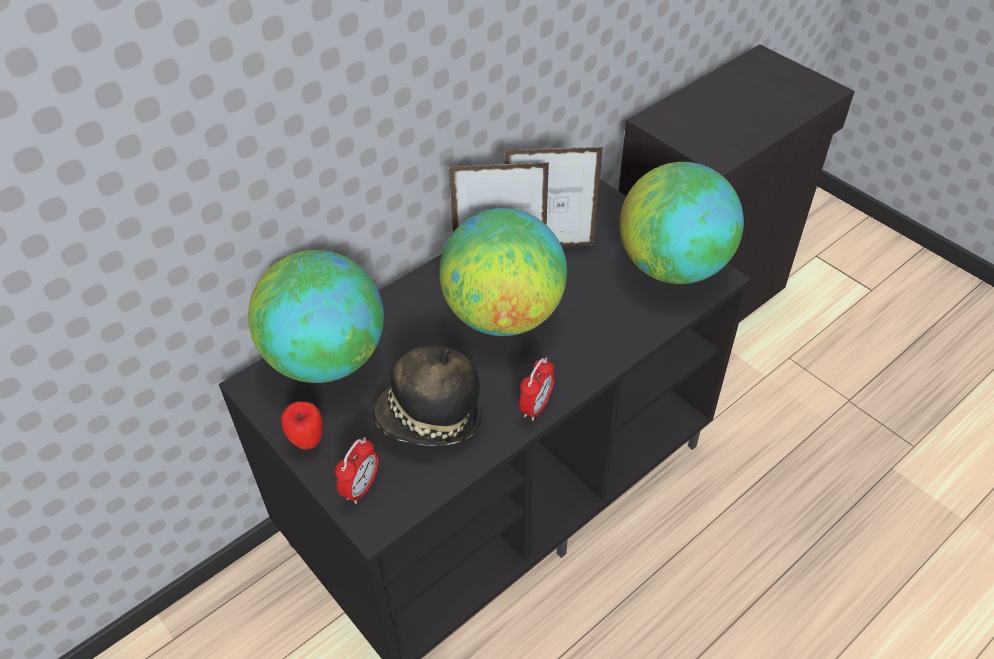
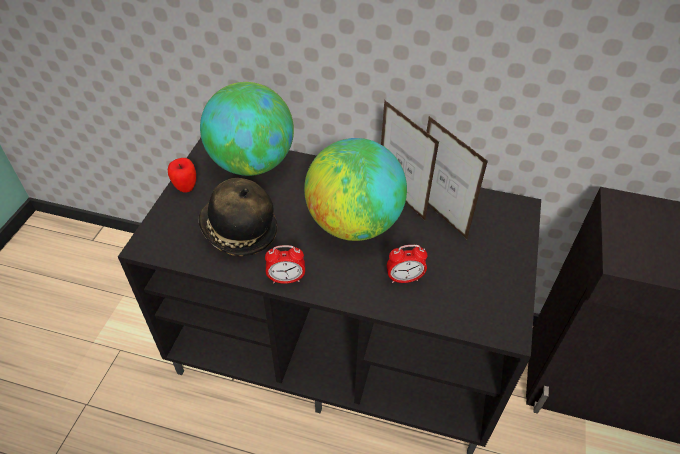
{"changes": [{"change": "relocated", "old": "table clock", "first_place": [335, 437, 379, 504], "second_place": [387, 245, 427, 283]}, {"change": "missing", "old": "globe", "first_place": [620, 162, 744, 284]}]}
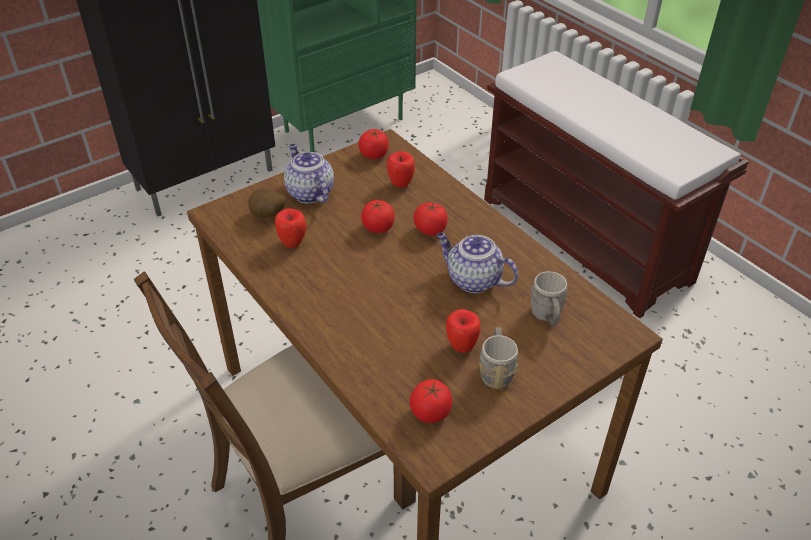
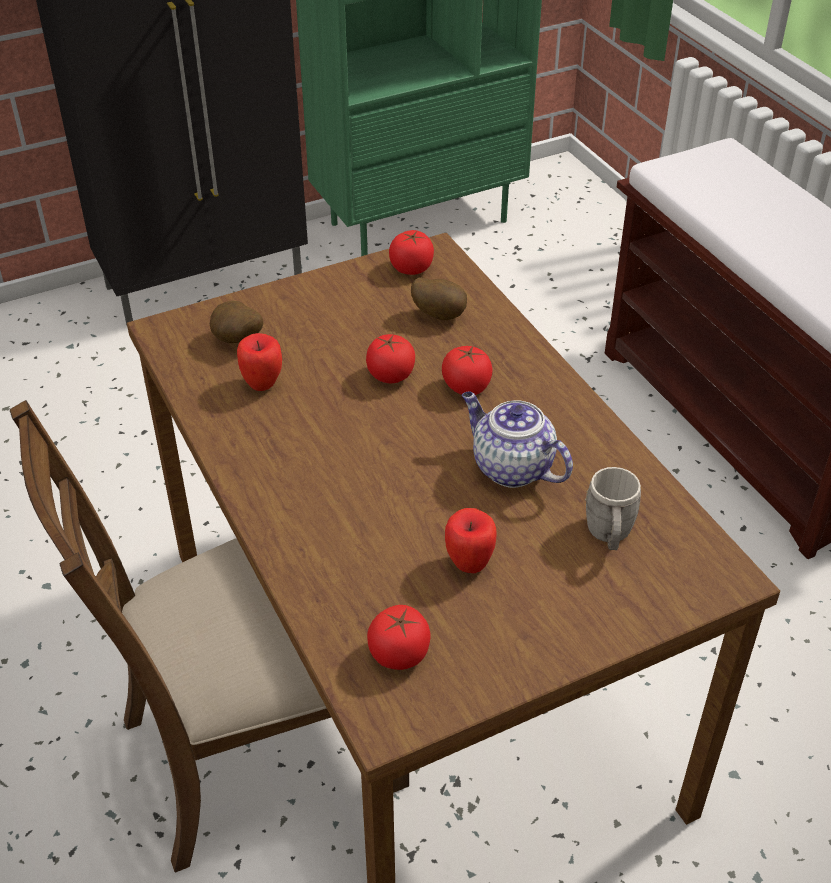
{"changes": [{"change": "missing", "old": "pot for tea", "first_place": [284, 144, 334, 203]}, {"change": "exchanged", "old": "apple fruit", "new": "whole potato", "first_place": [387, 151, 415, 188], "second_place": [411, 277, 467, 320]}, {"change": "missing", "old": "greyish tea mug", "first_place": [479, 327, 518, 389]}]}
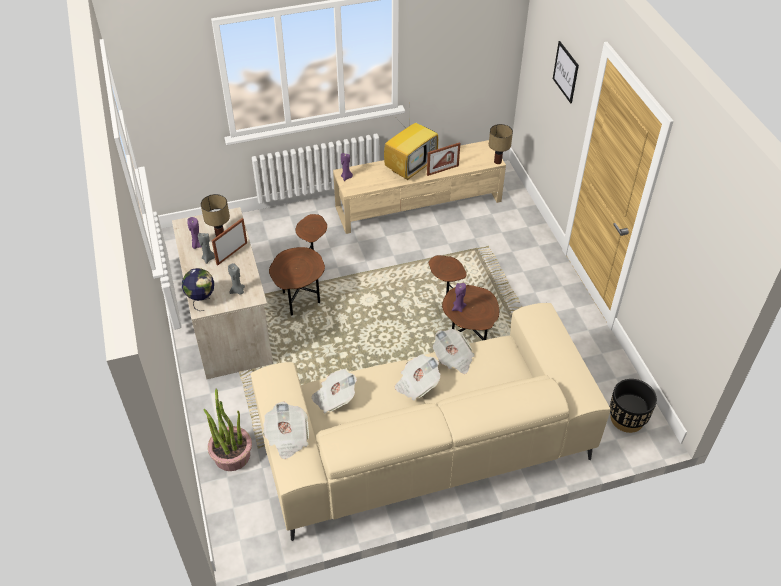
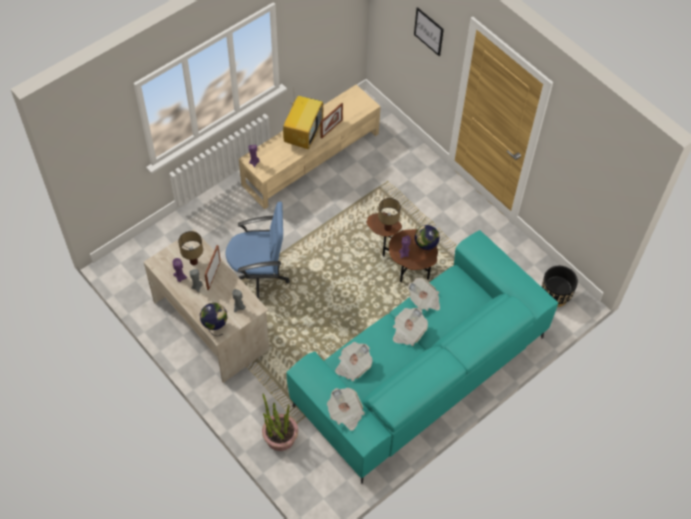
{"changes": [{"change": "colour", "old": "sand-coloured couch", "new": "turquoise couch", "first_place": [251, 303, 611, 541], "second_place": [287, 230, 558, 484]}, {"change": "exchanged", "old": "brown side table", "new": "bluish computer chair", "first_place": [269, 214, 327, 316], "second_place": [225, 202, 290, 300]}, {"change": "relocated", "old": "lamp for a table", "first_place": [489, 124, 513, 164], "second_place": [378, 198, 401, 231]}, {"change": "appeared", "new": "globe", "second_place": [415, 225, 440, 253]}]}
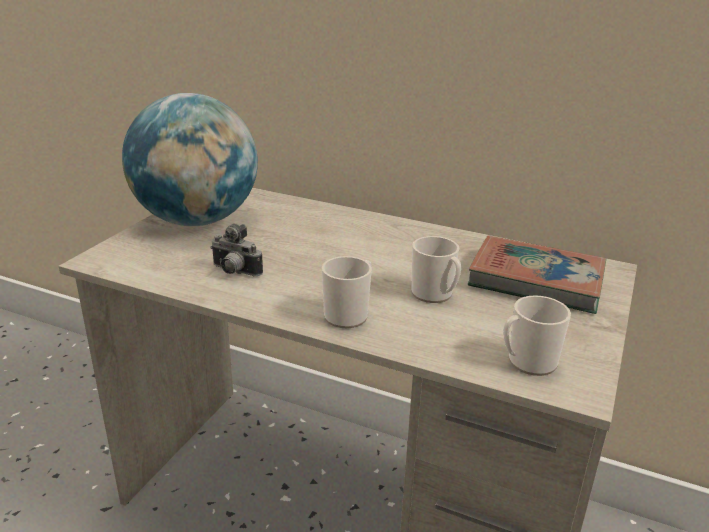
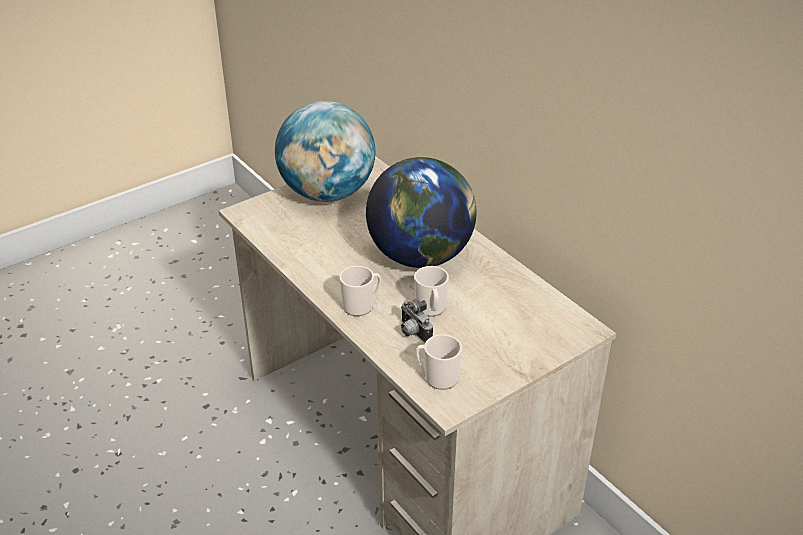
{"changes": [{"change": "relocated", "old": "still camera", "first_place": [210, 224, 263, 276], "second_place": [401, 299, 433, 343]}, {"change": "missing", "old": "book", "first_place": [468, 235, 607, 314]}, {"change": "appeared", "new": "globe", "second_place": [366, 157, 476, 268]}]}
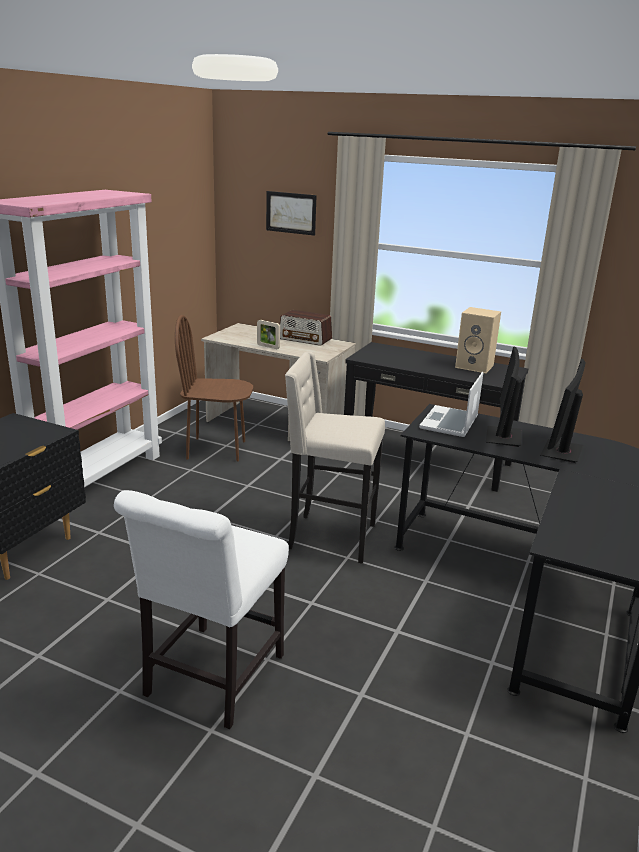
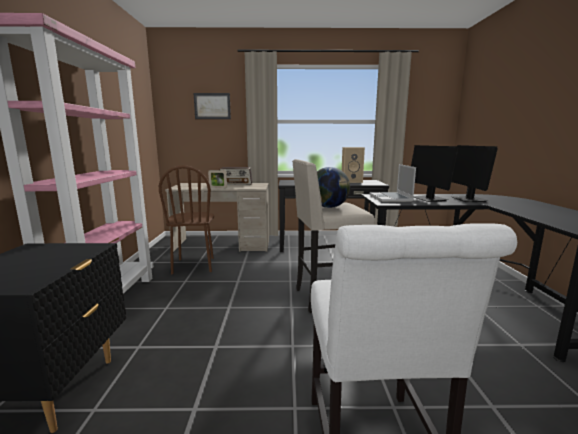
{"changes": [{"change": "spun", "old": "brown plain chair", "first_place": [175, 315, 253, 461], "second_place": [159, 165, 214, 274], "degrees": -75}, {"change": "appeared", "new": "globe", "second_place": [317, 167, 350, 208]}]}
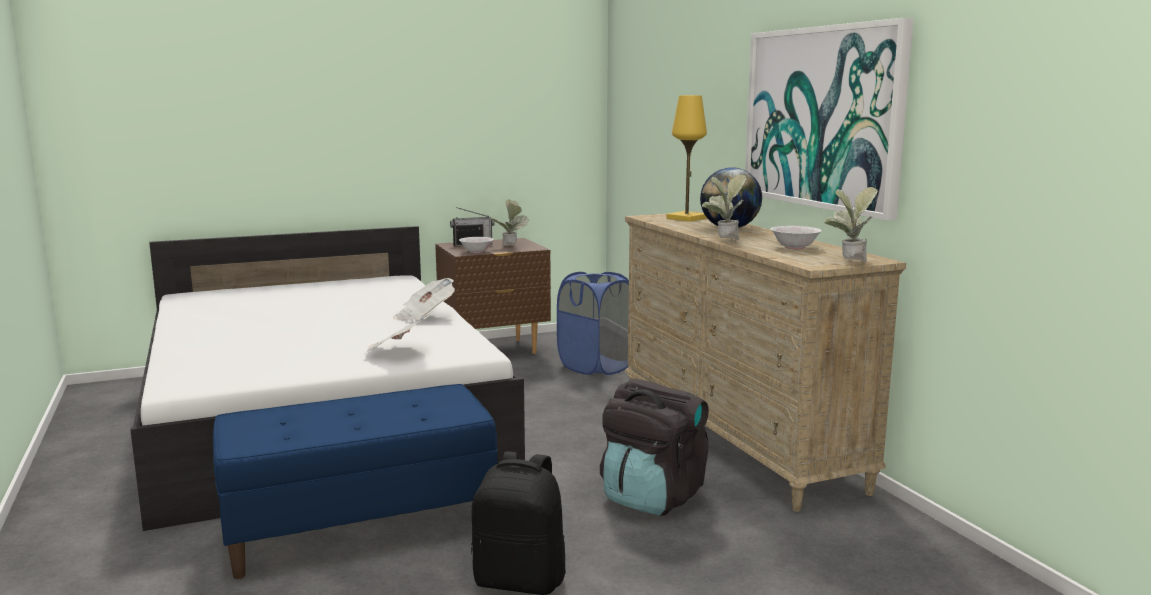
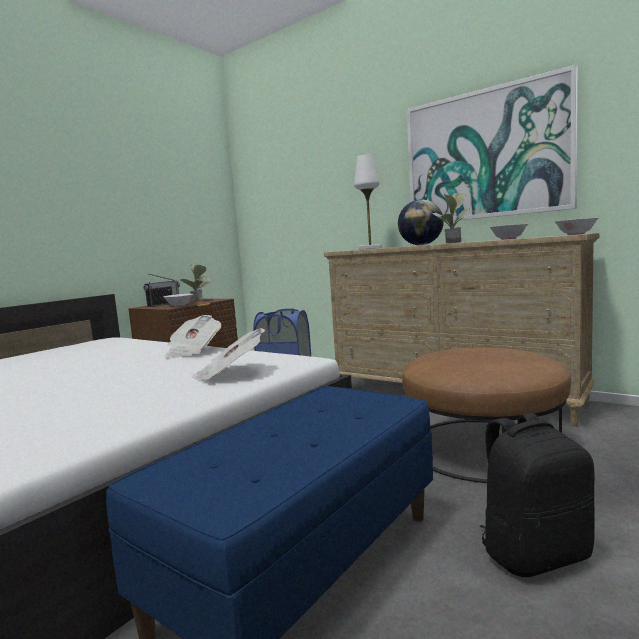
{"changes": [{"change": "exchanged", "old": "black-coloured rucksack", "new": "brown footrest", "first_place": [600, 379, 709, 516], "second_place": [402, 347, 571, 483]}, {"change": "colour", "old": "yellow lamp for a table", "new": "whitish lamp for a table", "first_place": [667, 95, 707, 222], "second_place": [354, 155, 382, 250]}, {"change": "exchanged", "old": "houseplant", "new": "whitish bowl", "first_place": [824, 187, 878, 263], "second_place": [554, 218, 599, 235]}]}
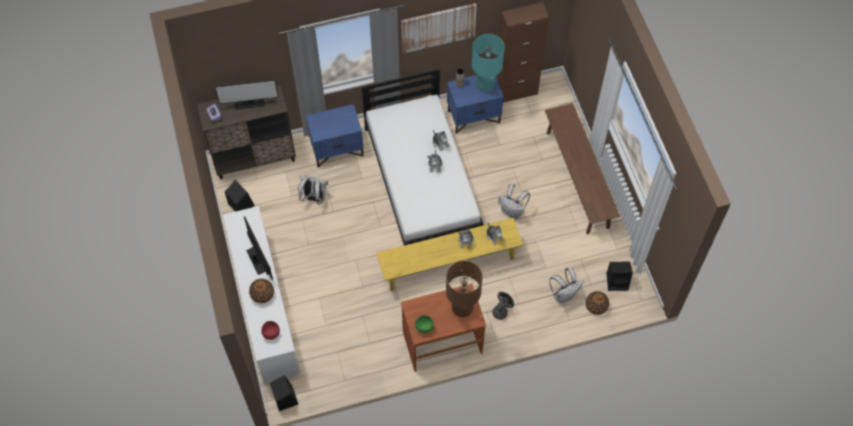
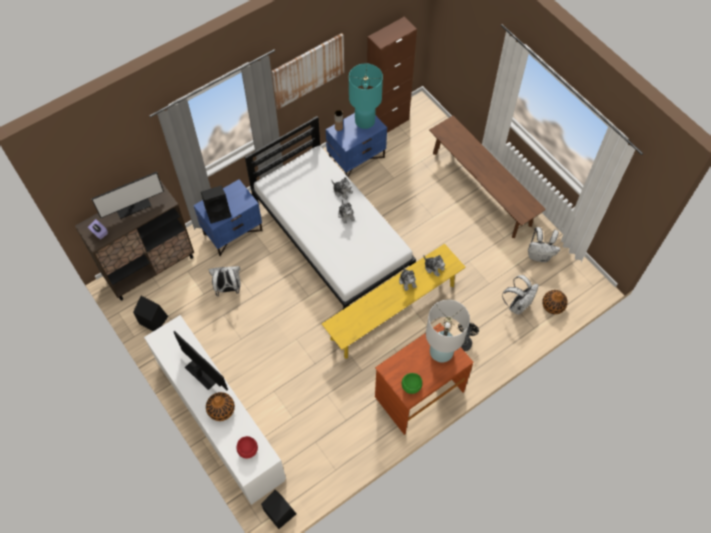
{"changes": [{"change": "colour", "old": "brown lamp for a table", "new": "whitish lamp for a table", "first_place": [446, 261, 483, 317], "second_place": [426, 300, 470, 363]}, {"change": "relocated", "old": "whitish rucksack", "first_place": [498, 184, 530, 219], "second_place": [528, 227, 560, 262]}, {"change": "relocated", "old": "black-coloured loudspeaker", "first_place": [606, 262, 633, 291], "second_place": [201, 186, 231, 223]}]}
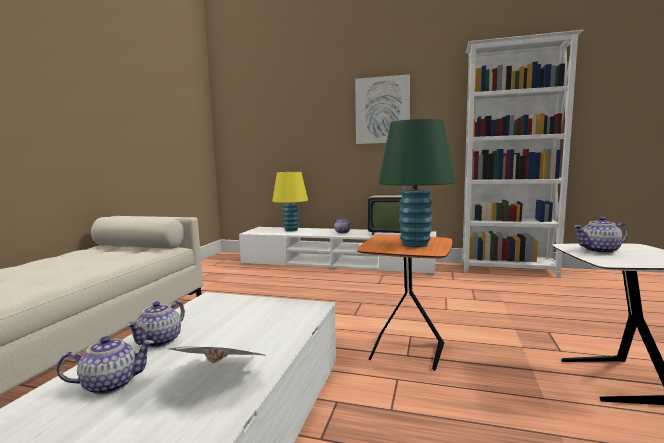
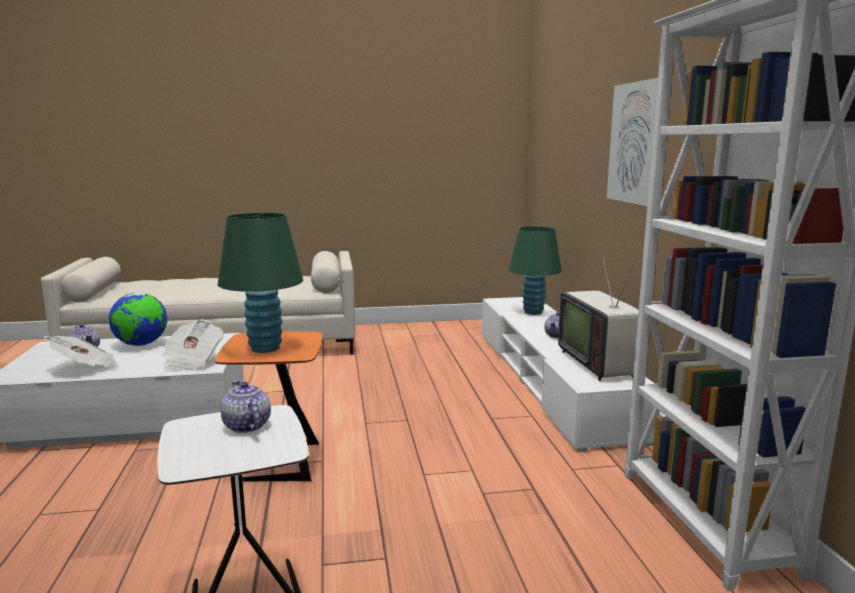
{"changes": [{"change": "exchanged", "old": "pot for tea", "new": "globe", "first_place": [126, 301, 185, 348], "second_place": [109, 292, 167, 346]}, {"change": "colour", "old": "yellow lamp for a table", "new": "greenish lamp for a table", "first_place": [272, 172, 308, 232], "second_place": [509, 226, 562, 315]}, {"change": "appeared", "new": "newspaper", "second_place": [162, 319, 224, 372]}]}
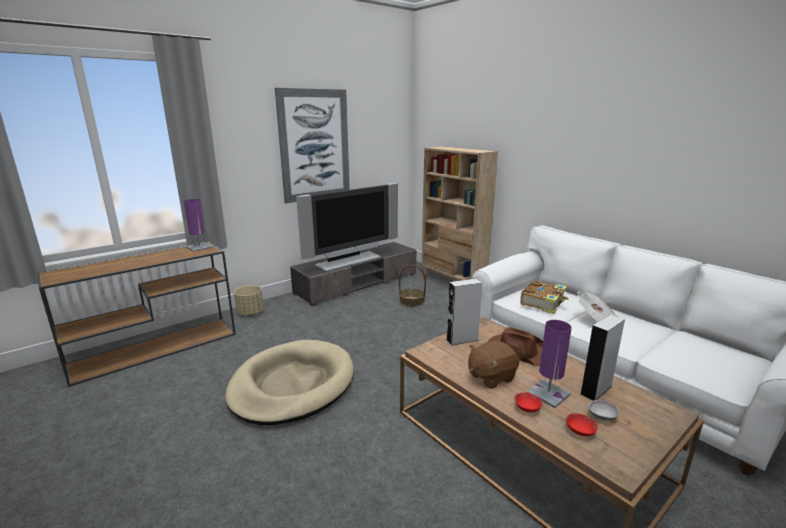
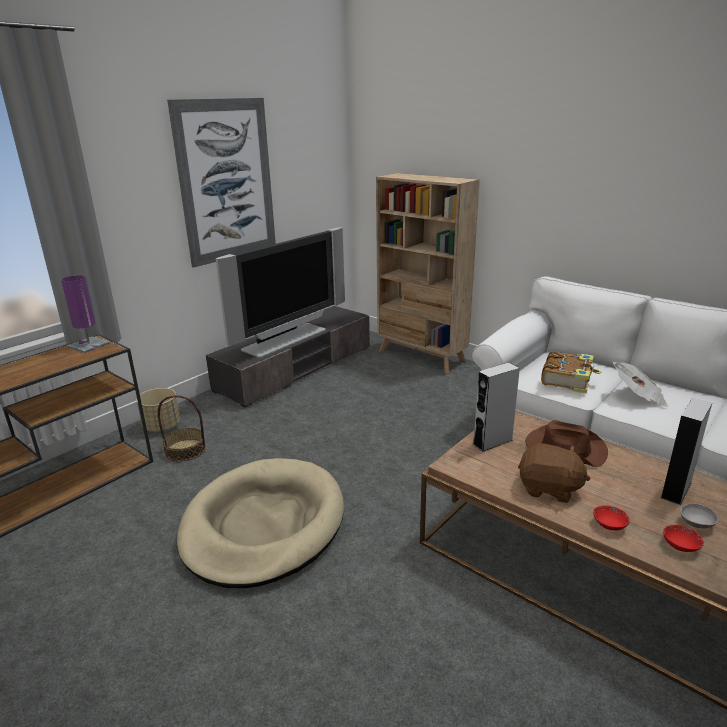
{"changes": [{"change": "relocated", "old": "basket", "first_place": [399, 265, 426, 307], "second_place": [158, 395, 206, 462]}, {"change": "spun", "old": "brown cuddly toy", "first_place": [468, 340, 519, 389], "second_place": [518, 443, 591, 503], "degrees": -120}, {"change": "missing", "old": "purple lamp for a table", "first_place": [527, 320, 572, 408]}]}
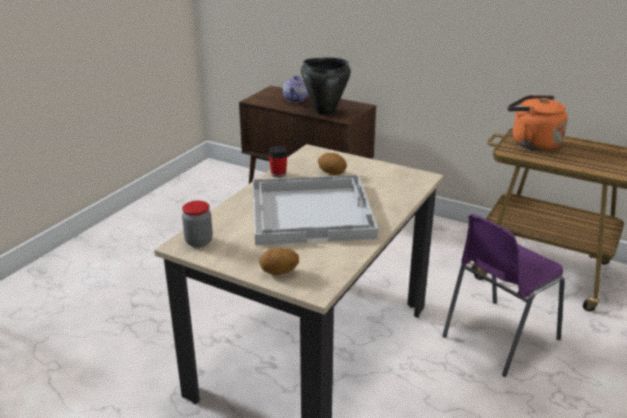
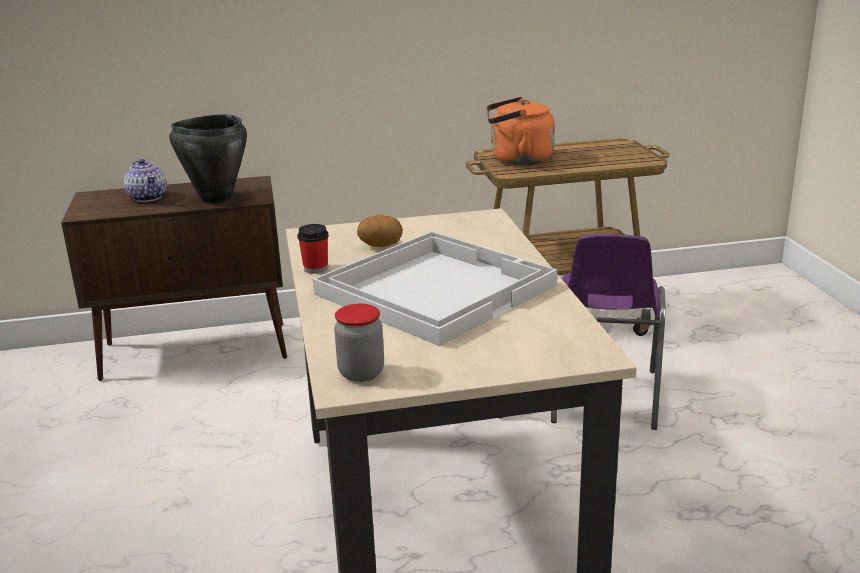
{"changes": [{"change": "missing", "old": "whole potato", "first_place": [259, 248, 299, 275]}]}
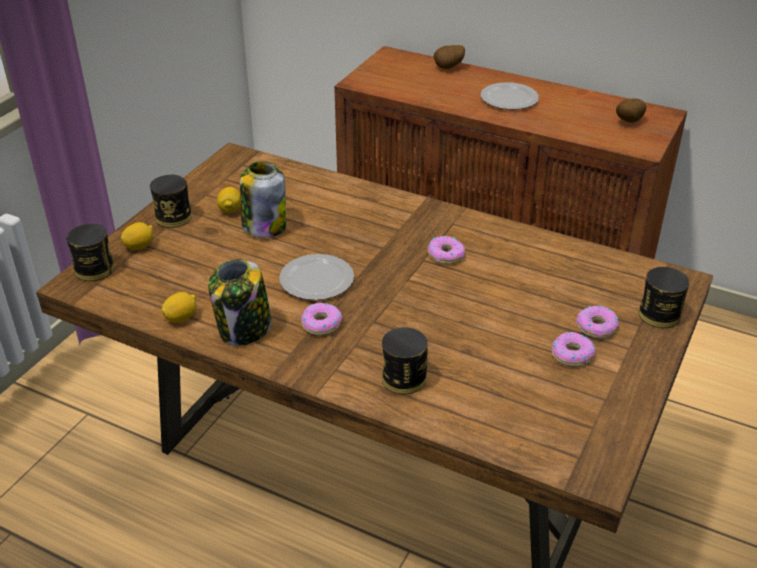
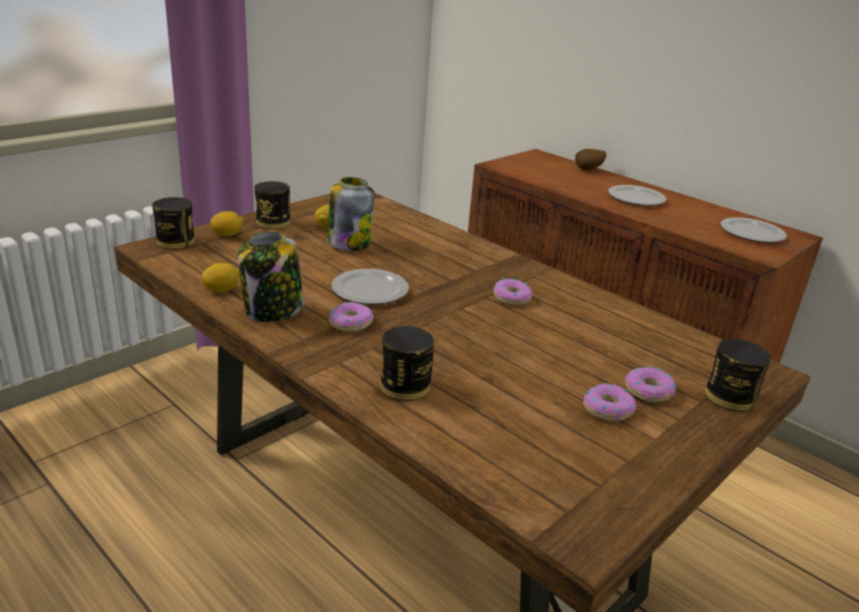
{"changes": [{"change": "exchanged", "old": "whole potato", "new": "dinner plate", "first_place": [616, 98, 646, 123], "second_place": [720, 217, 787, 243]}]}
